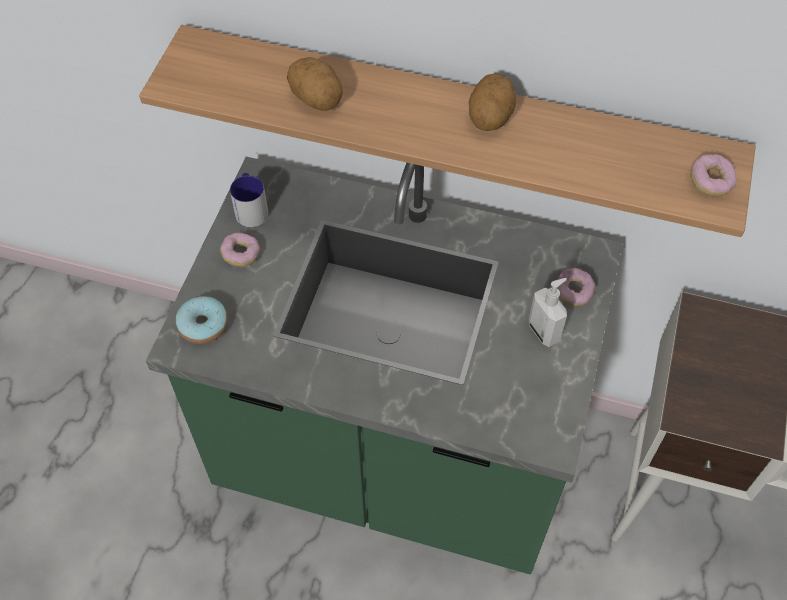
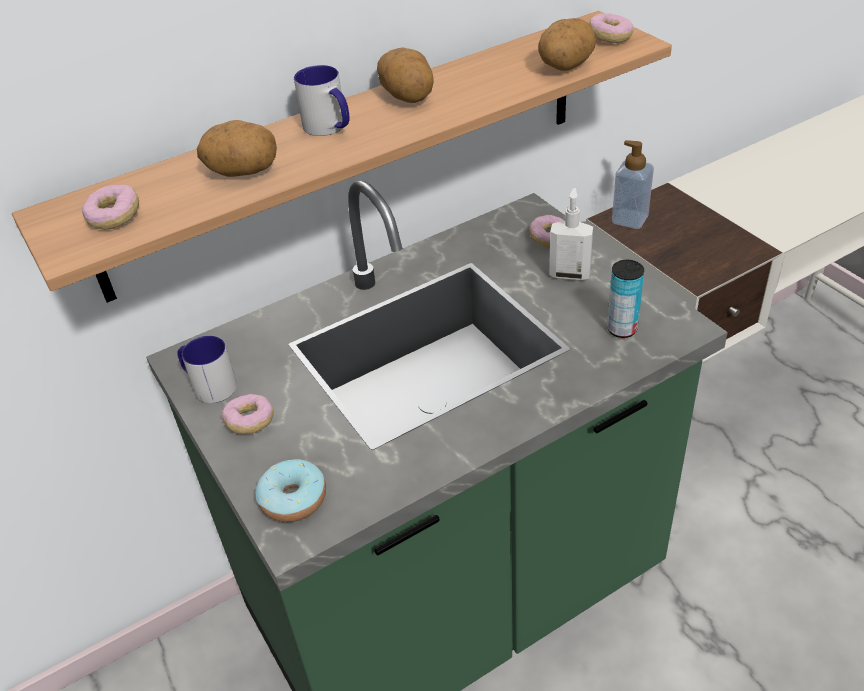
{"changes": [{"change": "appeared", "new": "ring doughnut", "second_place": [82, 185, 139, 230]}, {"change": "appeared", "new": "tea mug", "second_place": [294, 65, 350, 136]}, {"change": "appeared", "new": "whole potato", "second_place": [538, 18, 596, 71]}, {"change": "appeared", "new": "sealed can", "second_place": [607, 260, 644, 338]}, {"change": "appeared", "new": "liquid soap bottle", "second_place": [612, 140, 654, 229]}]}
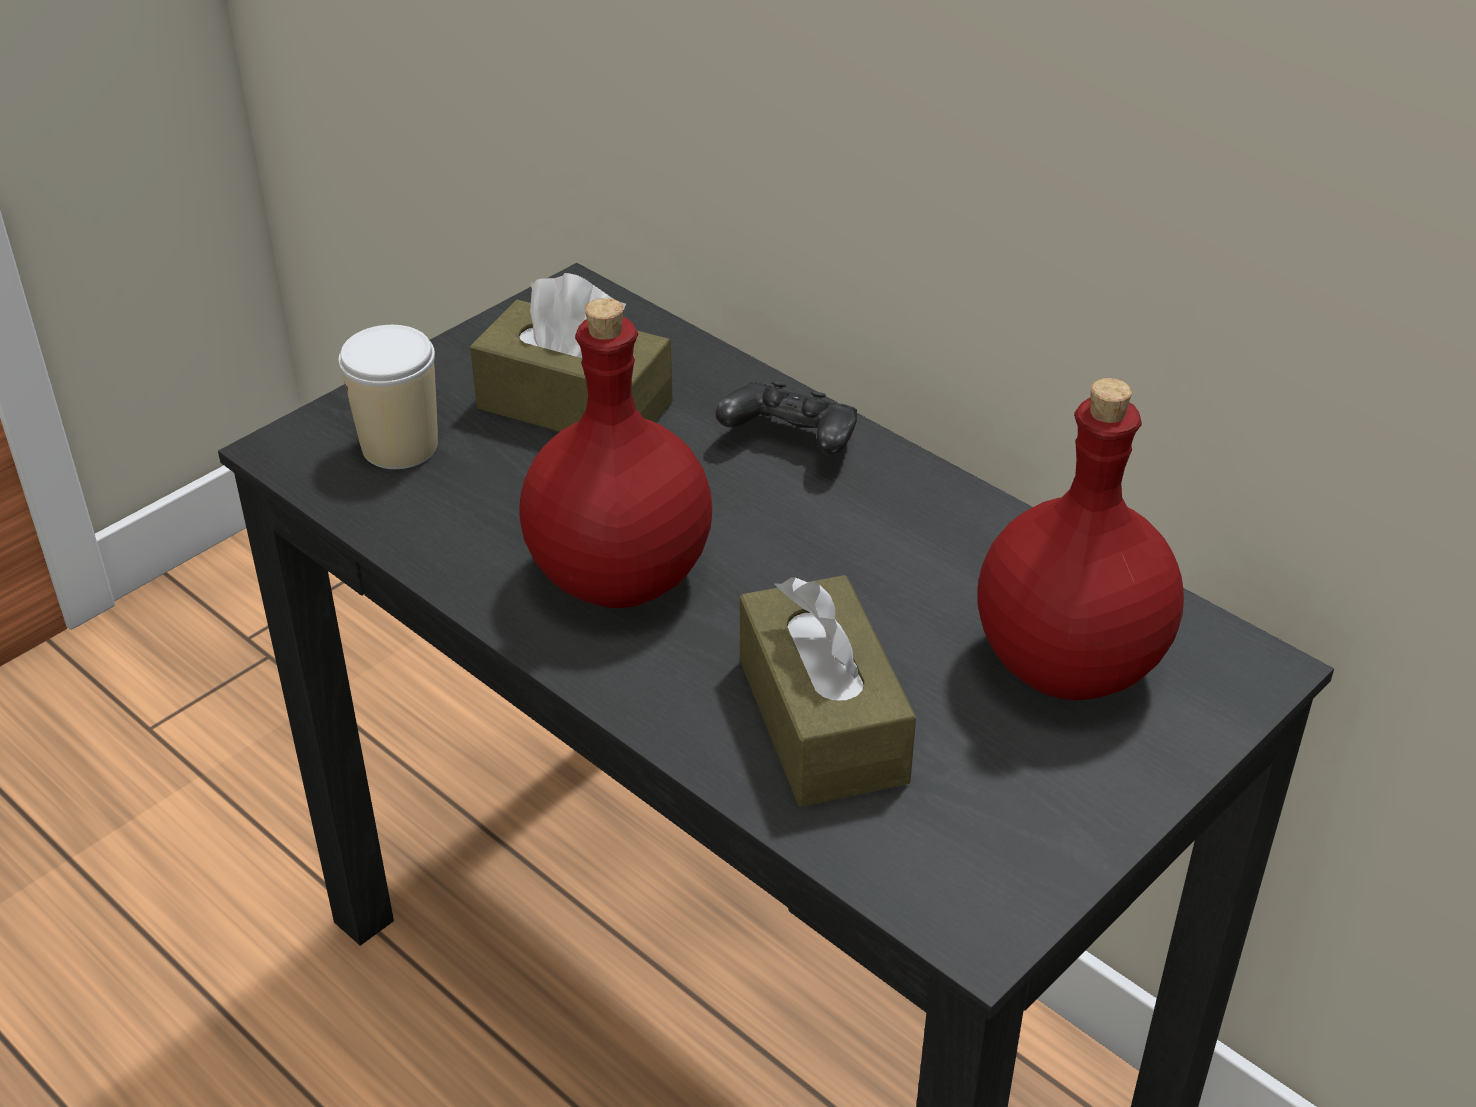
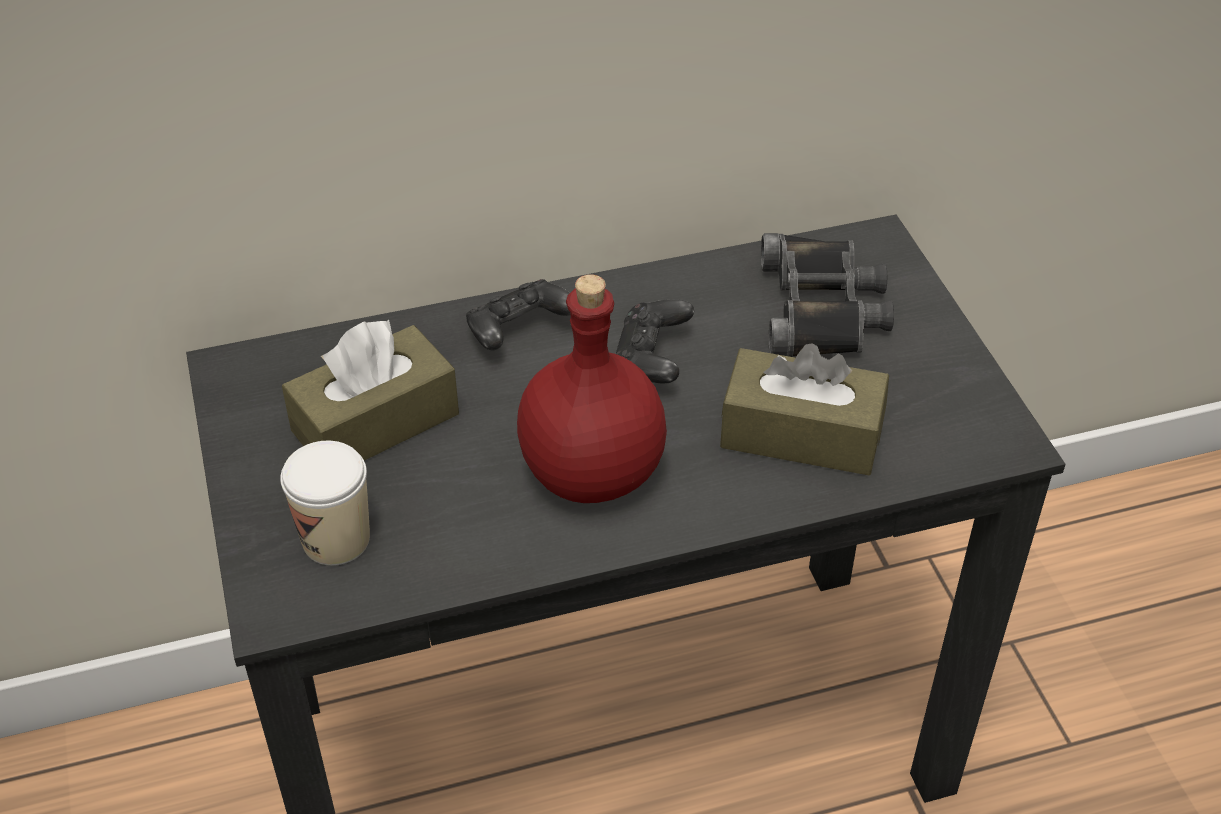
{"changes": [{"change": "exchanged", "old": "red-coloured beverage bottle", "new": "black-coloured pair of binoculars", "first_place": [977, 378, 1184, 700], "second_place": [761, 233, 894, 357]}, {"change": "appeared", "new": "black-coloured joypad", "second_place": [616, 299, 694, 384]}]}
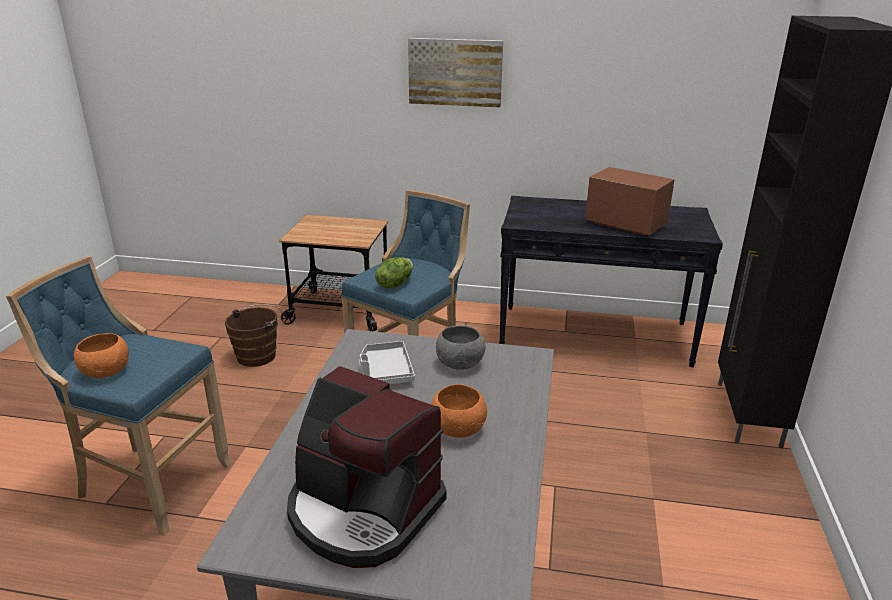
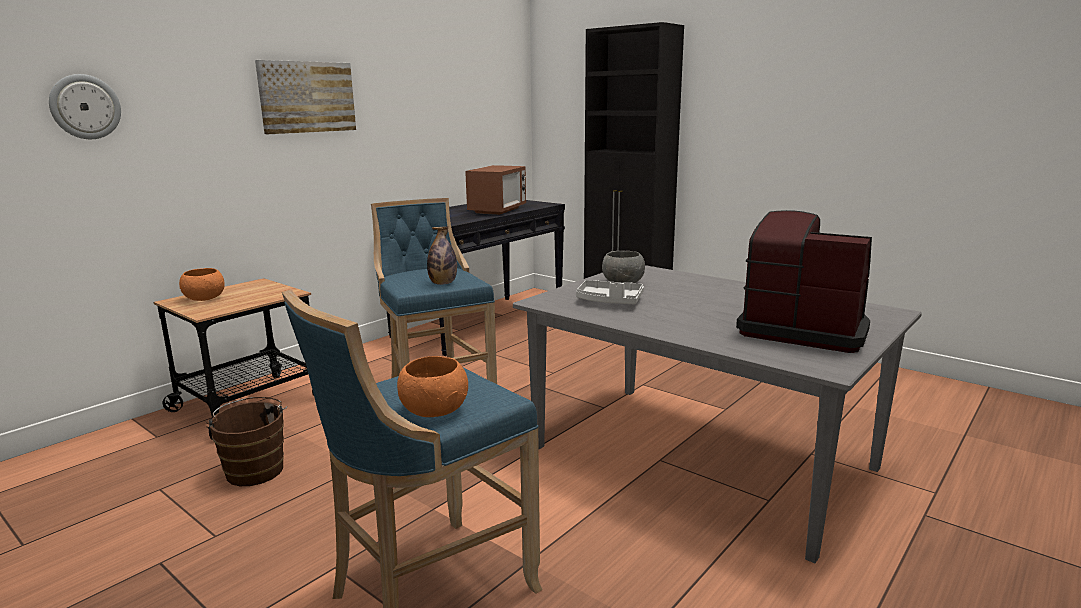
{"changes": [{"change": "spun", "old": "coffee machine", "first_place": [287, 366, 447, 568], "second_place": [736, 210, 872, 353], "degrees": -120}, {"change": "exchanged", "old": "lettuce", "new": "beverage bottle", "first_place": [375, 257, 413, 288], "second_place": [427, 226, 457, 285]}, {"change": "relocated", "old": "orange-coloured bowl", "first_place": [431, 384, 487, 437], "second_place": [179, 268, 225, 301]}, {"change": "spun", "old": "microwave", "first_place": [585, 167, 675, 236], "second_place": [465, 165, 526, 215], "degrees": 135}, {"change": "appeared", "new": "wall clock", "second_place": [49, 74, 121, 139]}]}
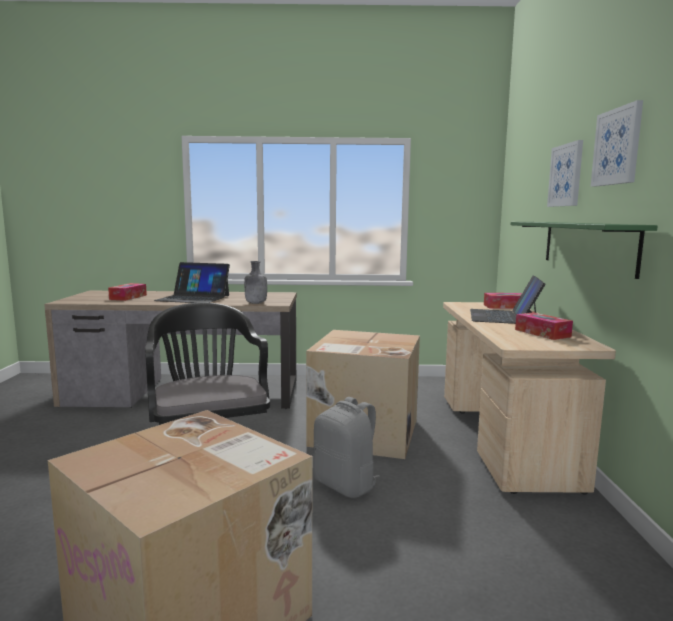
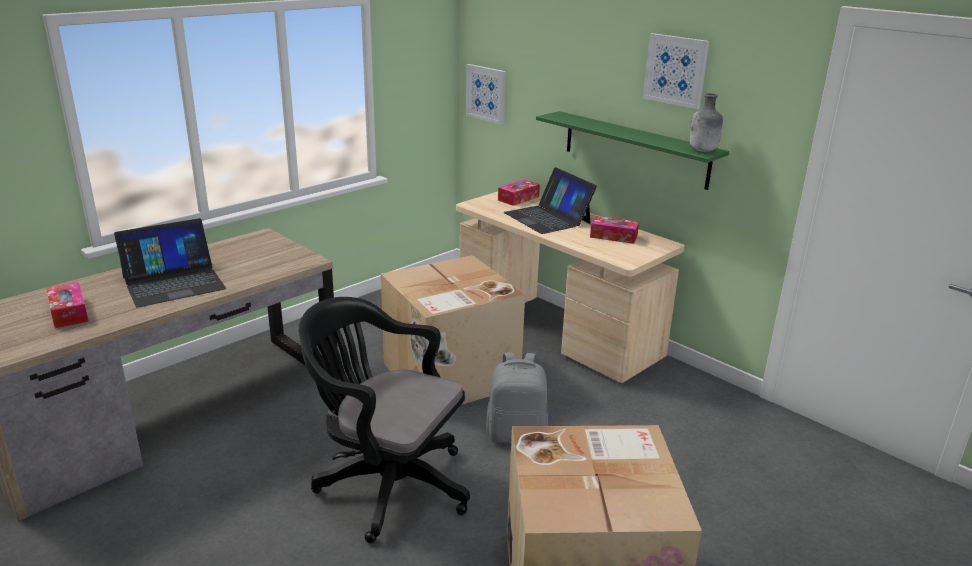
{"changes": [{"change": "relocated", "old": "greyish beverage bottle", "first_place": [244, 261, 267, 304], "second_place": [690, 93, 723, 152]}, {"change": "relocated", "old": "picture", "first_place": [547, 140, 583, 207], "second_place": [466, 64, 506, 125]}]}
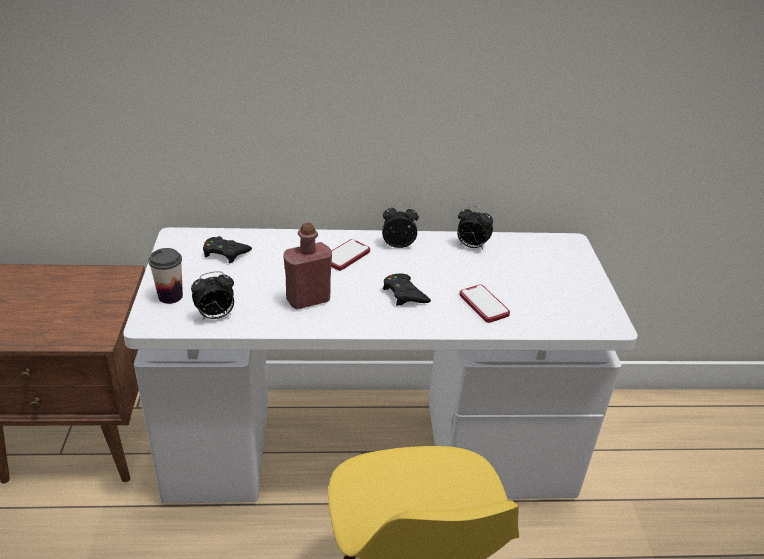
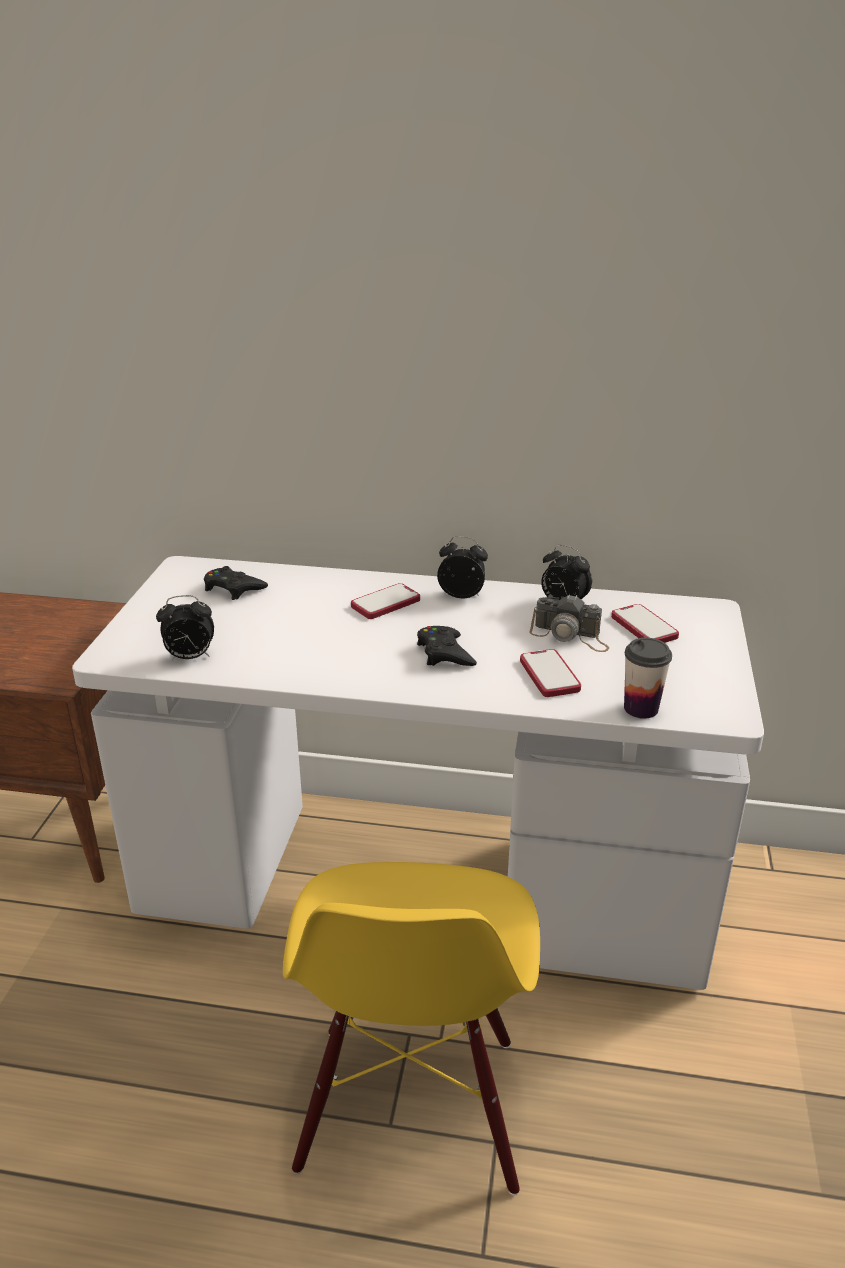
{"changes": [{"change": "relocated", "old": "drinking cup", "first_place": [148, 248, 183, 304], "second_place": [624, 638, 672, 719]}, {"change": "missing", "old": "red-coloured beverage bottle", "first_place": [283, 222, 332, 309]}, {"change": "appeared", "new": "still camera", "second_place": [529, 594, 609, 652]}, {"change": "appeared", "new": "handset", "second_place": [611, 604, 679, 643]}]}
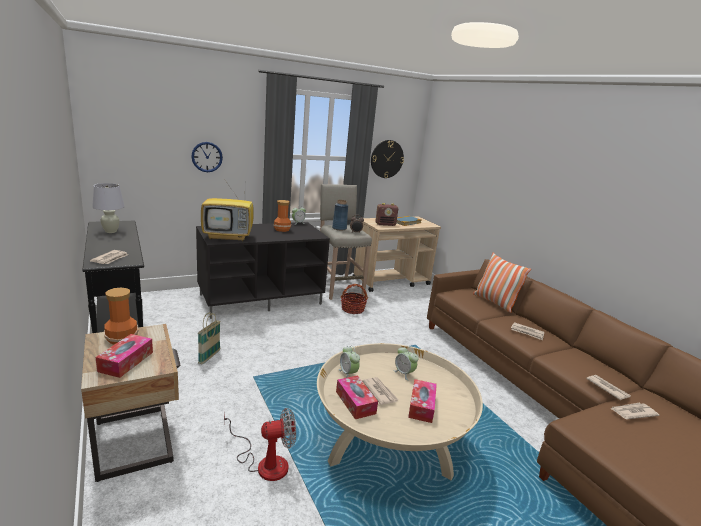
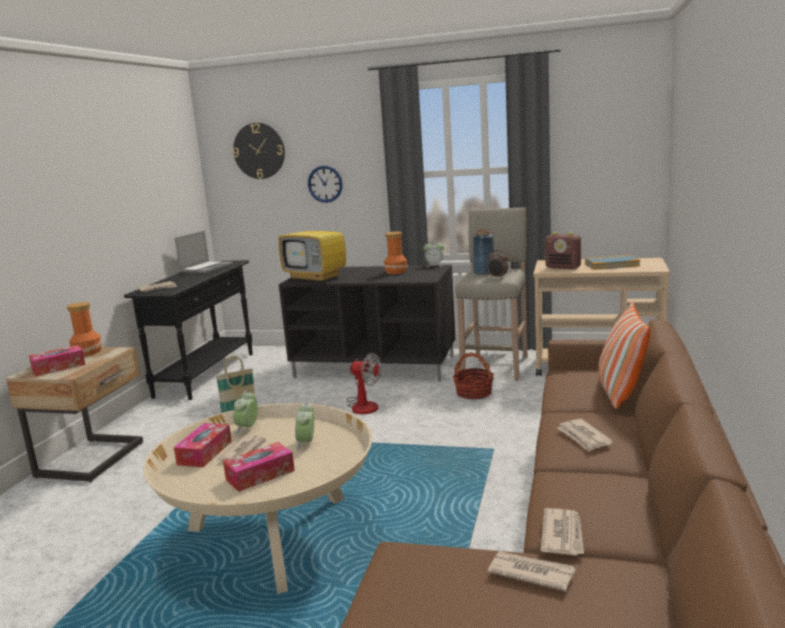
{"changes": [{"change": "exchanged", "old": "whitish lamp for a table", "new": "laptop", "first_place": [92, 183, 125, 233], "second_place": [175, 231, 233, 274]}, {"change": "relocated", "old": "cooling fan", "first_place": [224, 408, 296, 481], "second_place": [346, 353, 381, 414]}, {"change": "relocated", "old": "wall clock", "first_place": [371, 140, 404, 178], "second_place": [233, 123, 285, 179]}]}
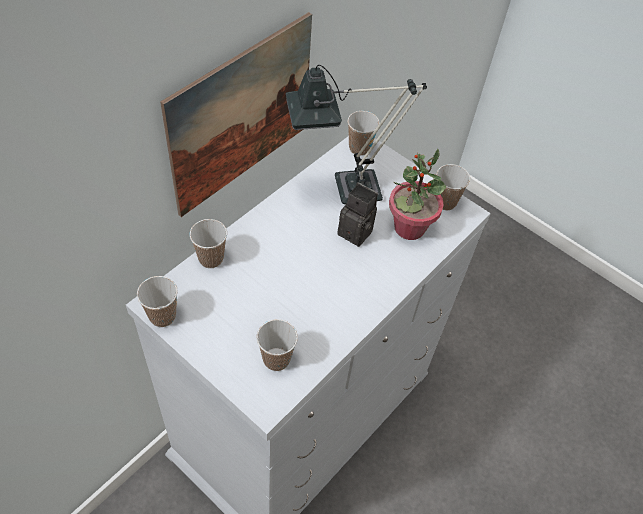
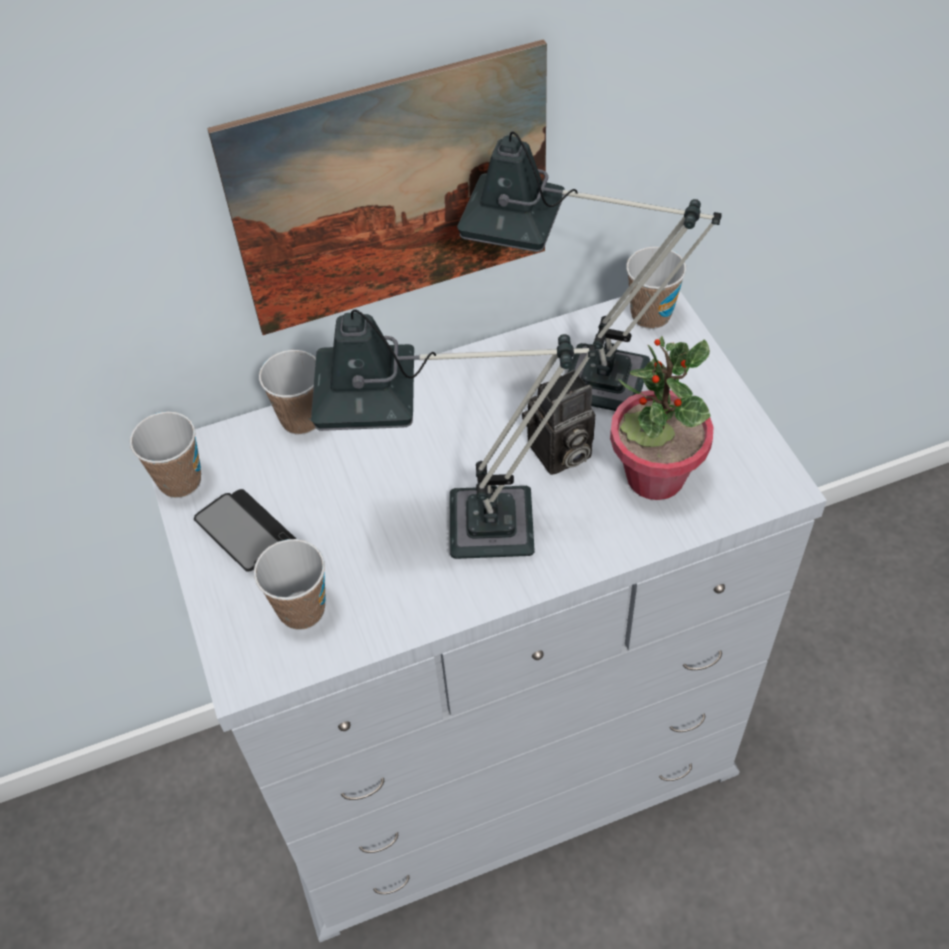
{"changes": [{"change": "spun", "old": "still camera", "first_place": [337, 182, 378, 247], "second_place": [522, 370, 595, 475], "degrees": 90}, {"change": "missing", "old": "drinking cup", "first_place": [436, 164, 470, 210]}, {"change": "appeared", "new": "handset", "second_place": [194, 489, 296, 572]}, {"change": "appeared", "new": "lamp for a table", "second_place": [311, 309, 597, 559]}]}
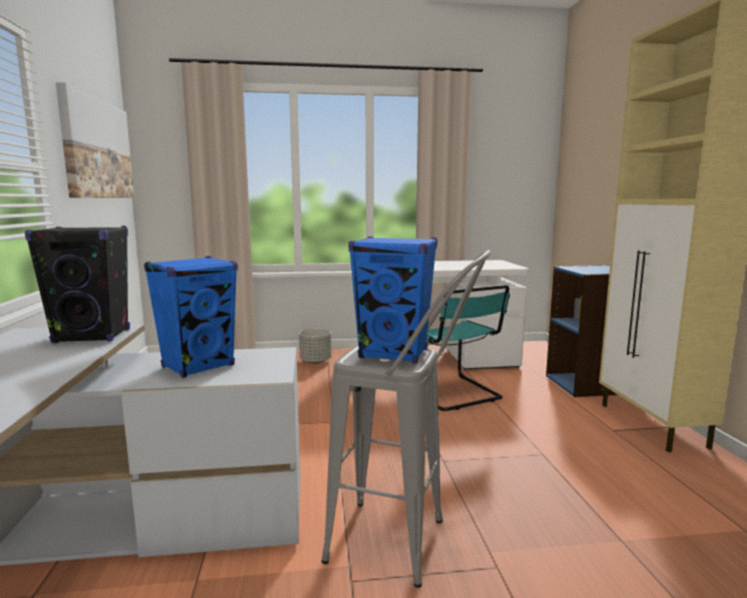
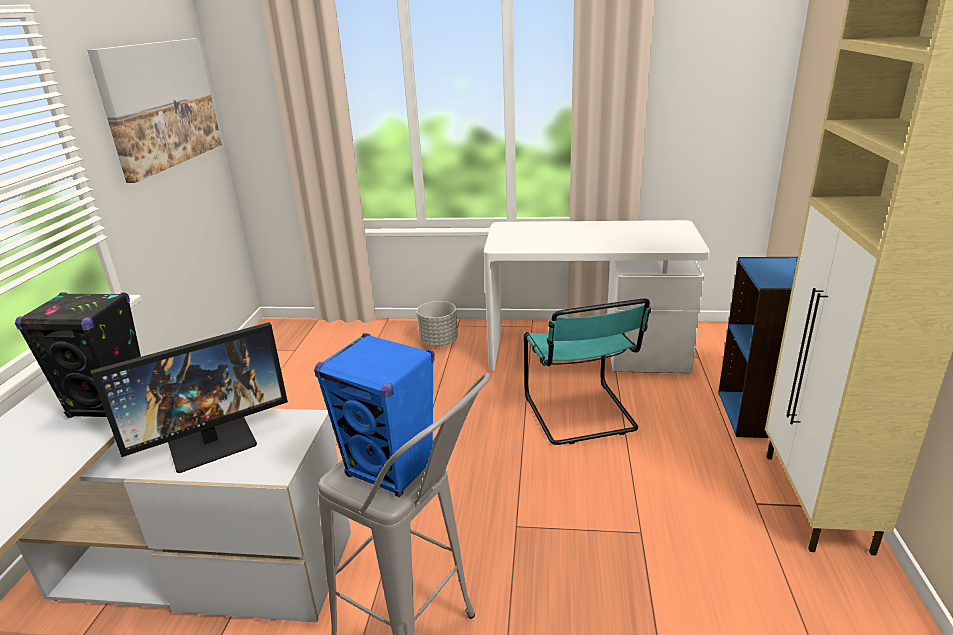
{"changes": [{"change": "exchanged", "old": "bluish loudspeaker", "new": "computer screen", "first_place": [144, 256, 238, 378], "second_place": [91, 322, 288, 473]}]}
